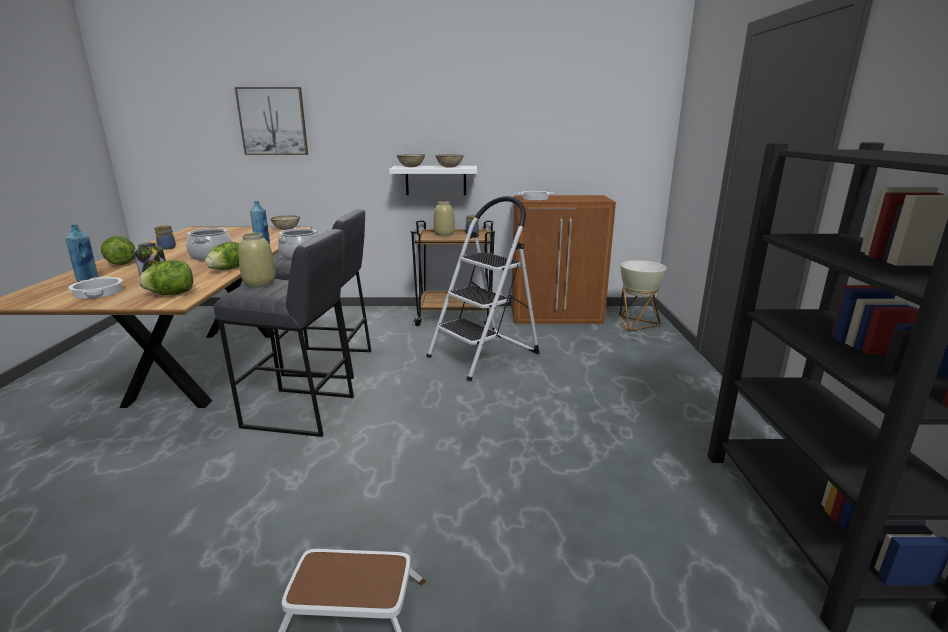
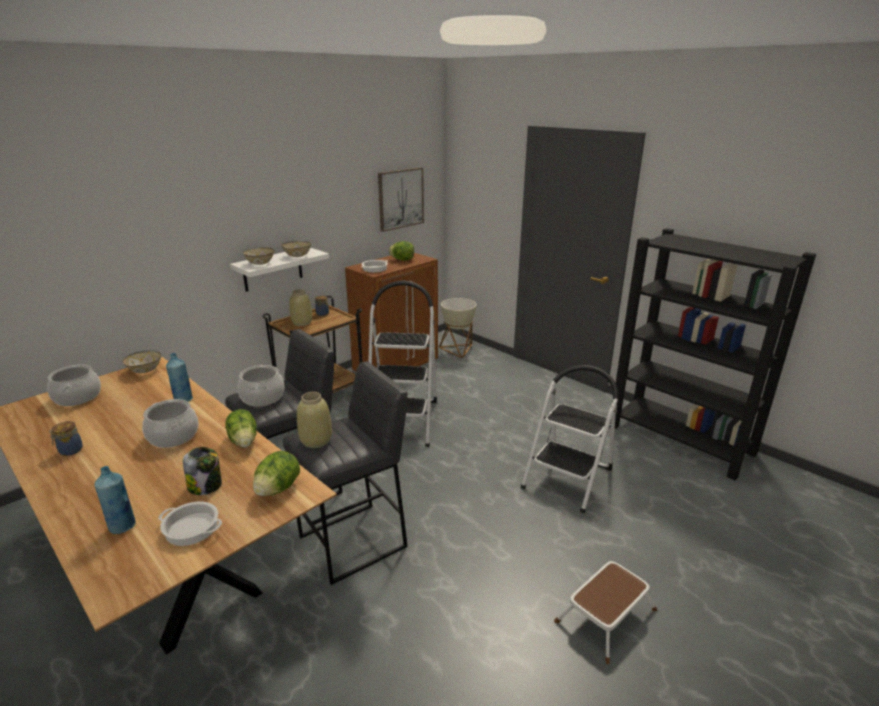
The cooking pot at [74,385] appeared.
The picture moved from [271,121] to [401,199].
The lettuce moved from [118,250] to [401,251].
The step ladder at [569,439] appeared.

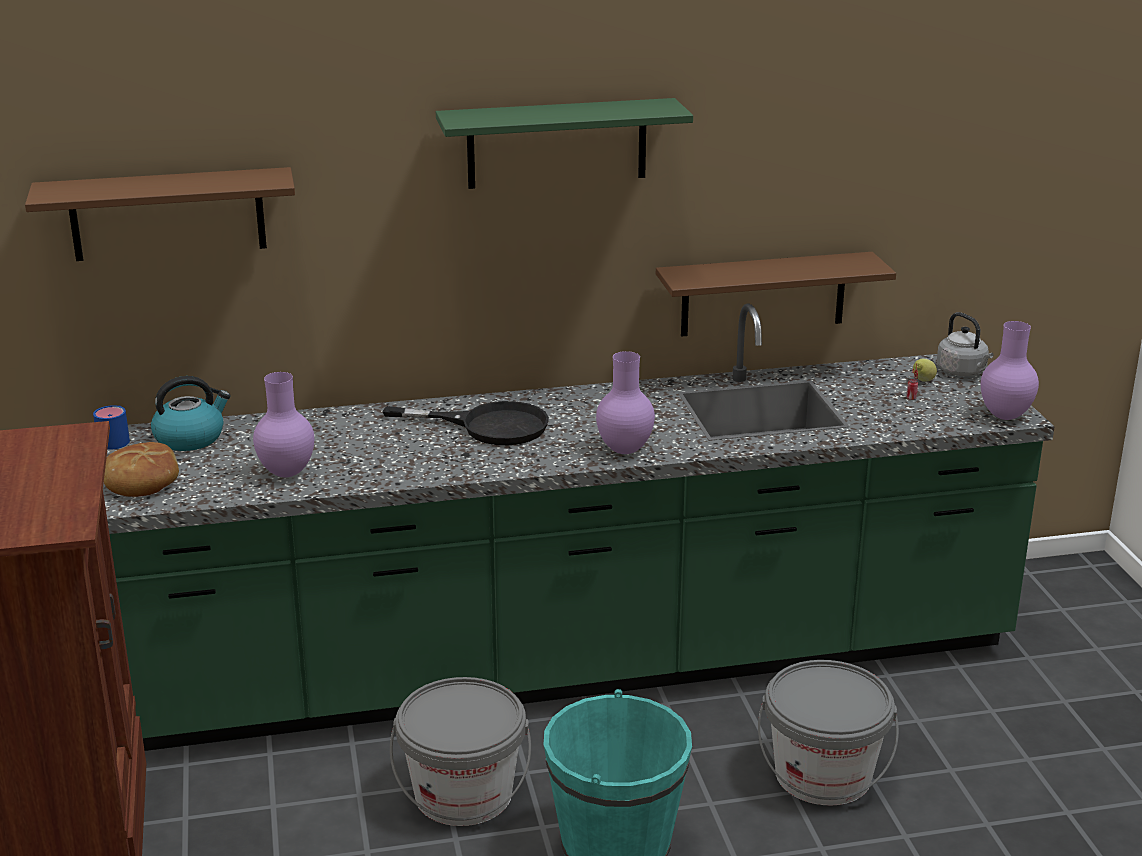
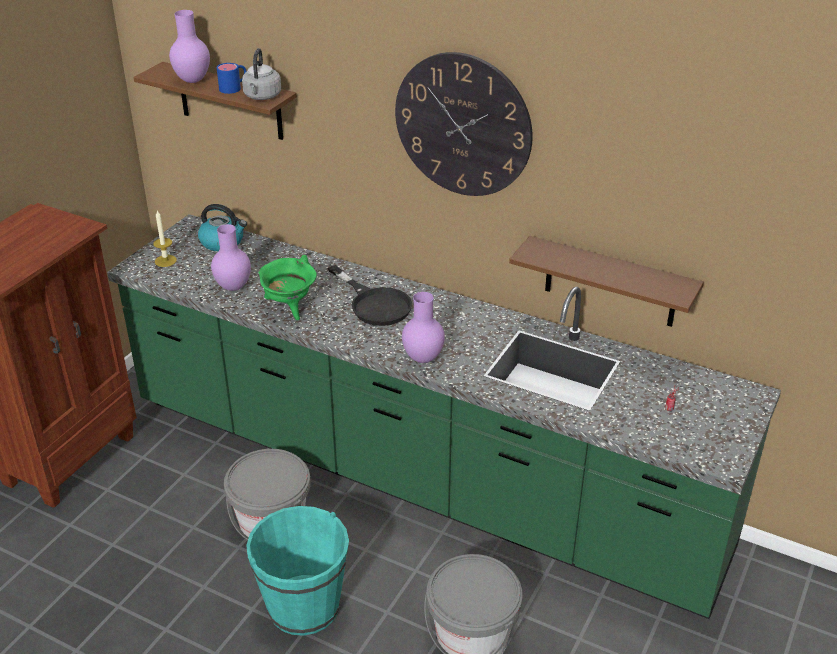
The bread at [141,469] was replaced by the candle at [165,239].
The purple vase moved from [1010,370] to [189,46].
The blue mug moved from [111,427] to [231,78].
The grey kettle moved from [965,344] to [261,74].
The green cooking pot at [287,287] appeared.
The green shelf at [564,143] was replaced by the wall clock at [464,124].
The lemon at [925,370] disappeared.

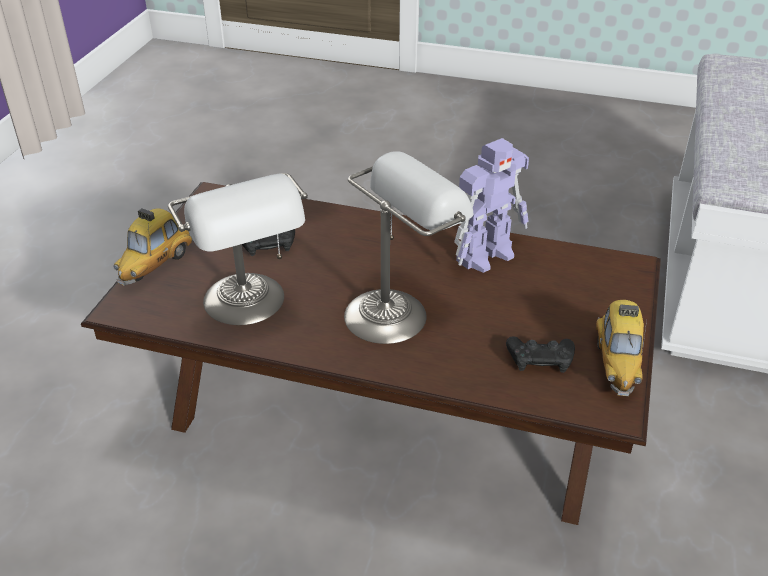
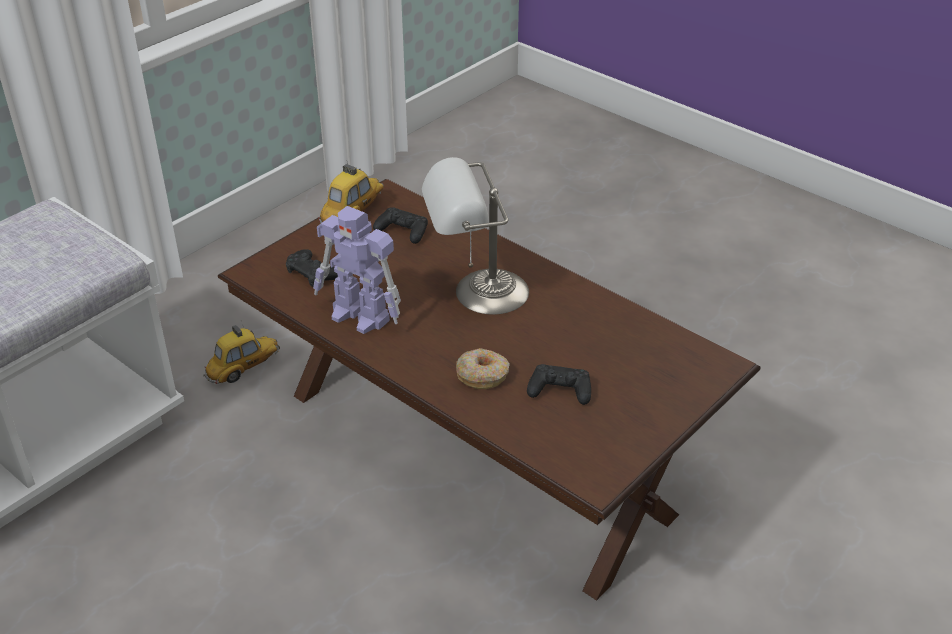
The toy car moved from [153,247] to [241,352].
The black game controller at [312,268] appeared.
The toy robot at [491,205] turned 135 degrees counterclockwise.
The donut at [483,368] appeared.
The white table lamp at [238,249] disappeared.

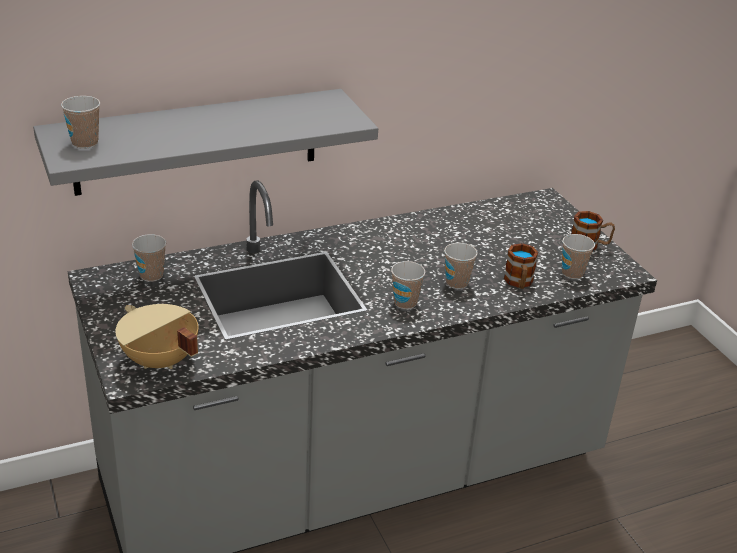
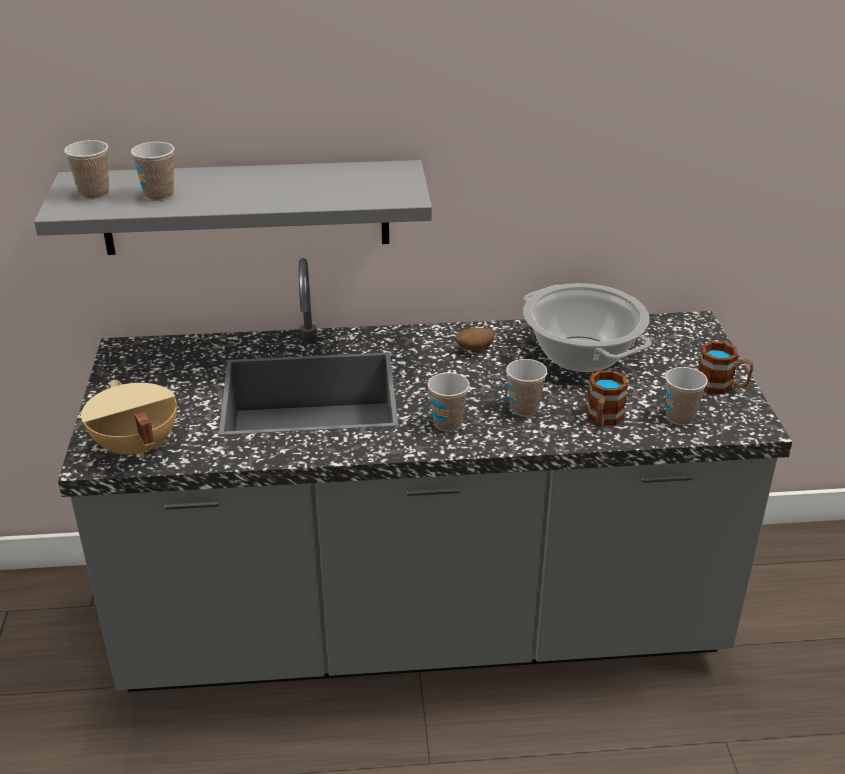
The cup moved from [149,258] to [152,171].
The potato at [475,339] appeared.
The cooking pot at [587,328] appeared.

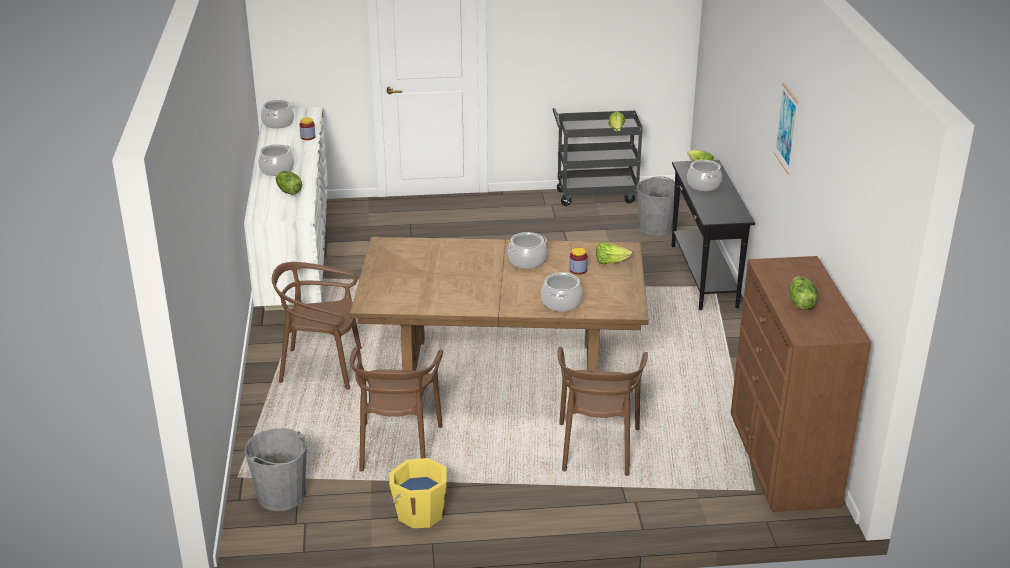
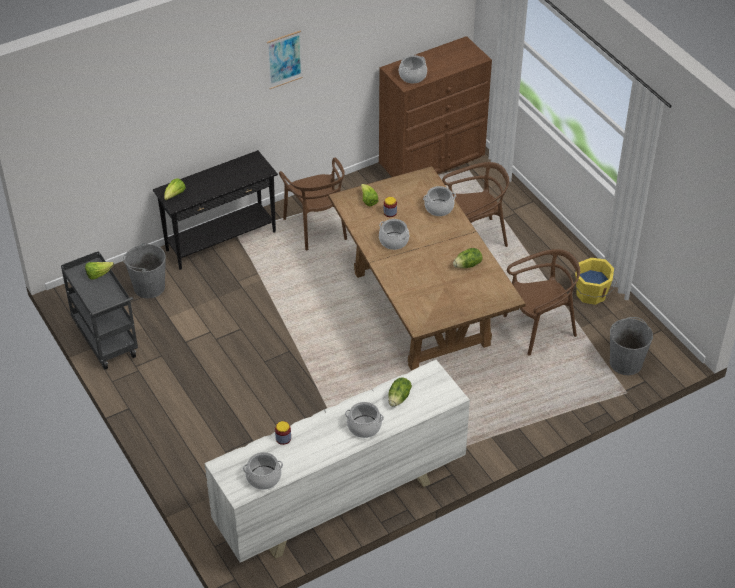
The brown chair moved from [317,326] to [313,204].
The cooking pot moved from [704,175] to [413,69].
The lettuce moved from [803,293] to [468,258].

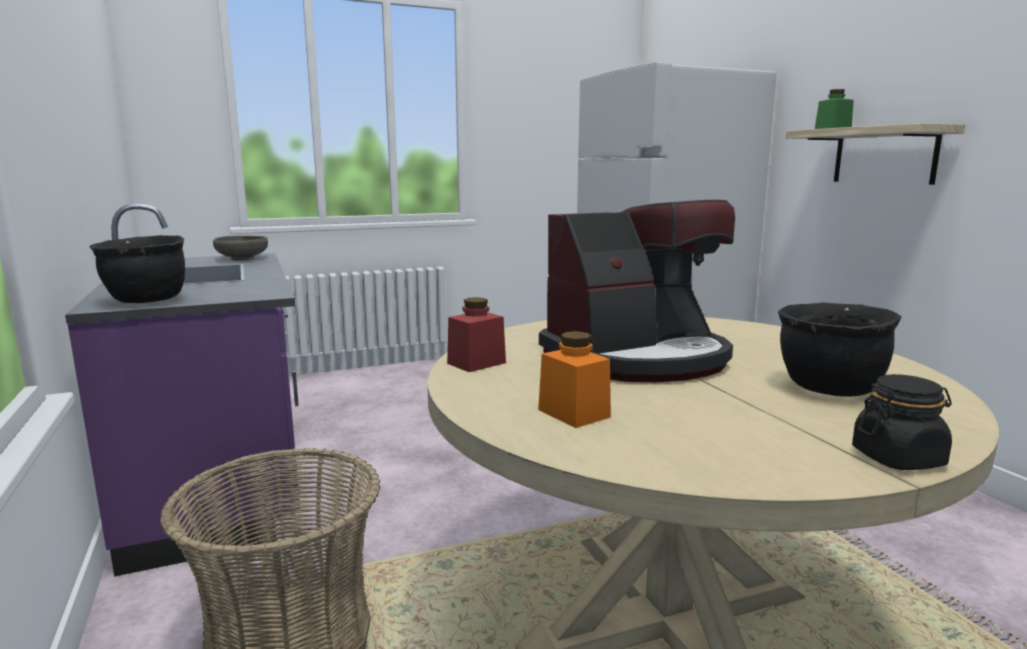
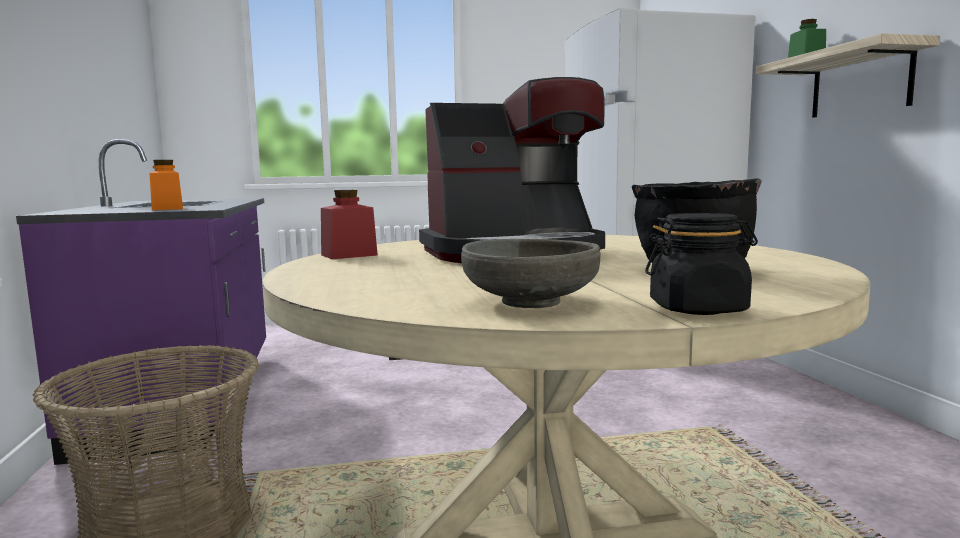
The orange jar moved from [574,379] to [166,185].
The grey bowl moved from [240,248] to [530,273].
The black cooking pot at [137,269] disappeared.

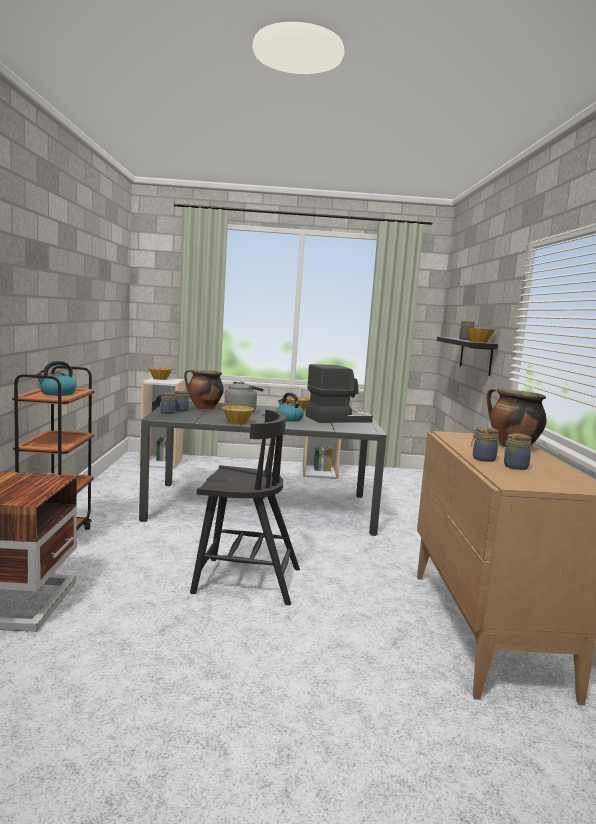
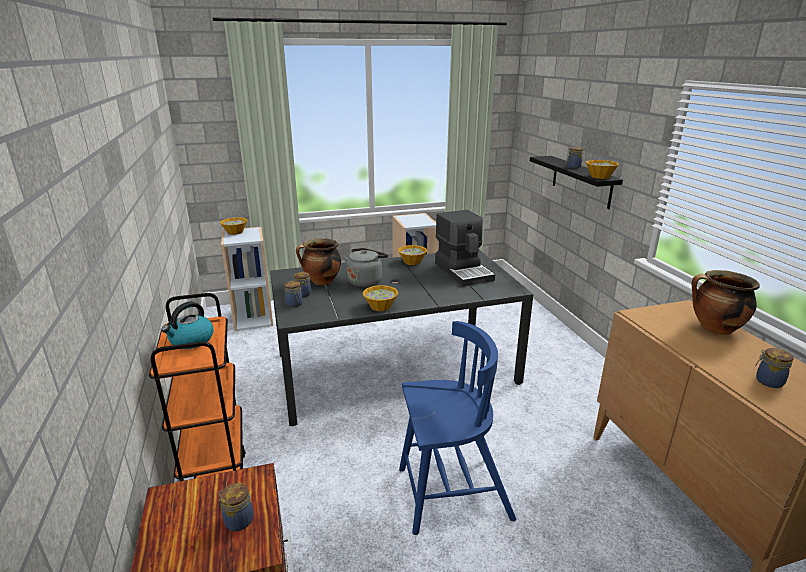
The jar moved from [485,444] to [236,507].
The black chair at [245,507] became the blue chair at [457,428].
The coffee machine at [339,393] turned 105 degrees clockwise.
The kettle at [290,407] disappeared.

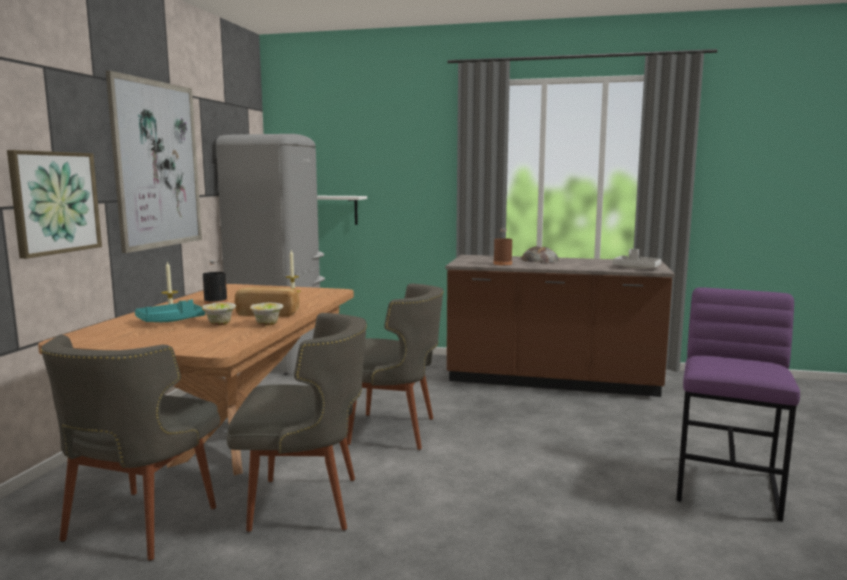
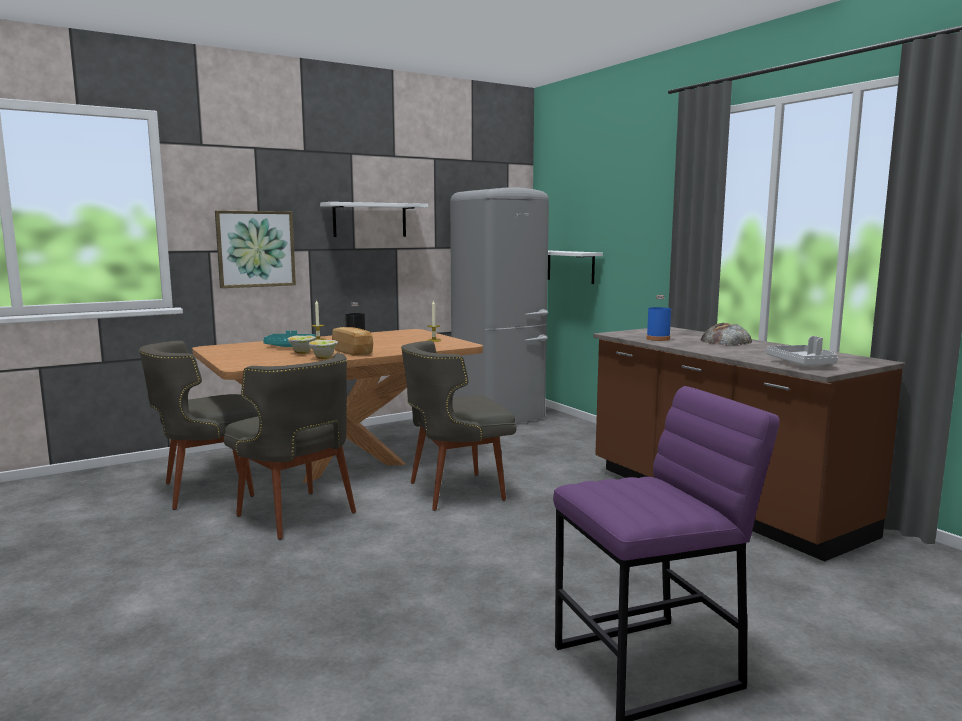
The picture at [154,162] was replaced by the white shelf at [374,219].
The grey chair at [395,366] turned 105 degrees clockwise.
The brown bottle at [502,246] became the blue bottle at [659,318].

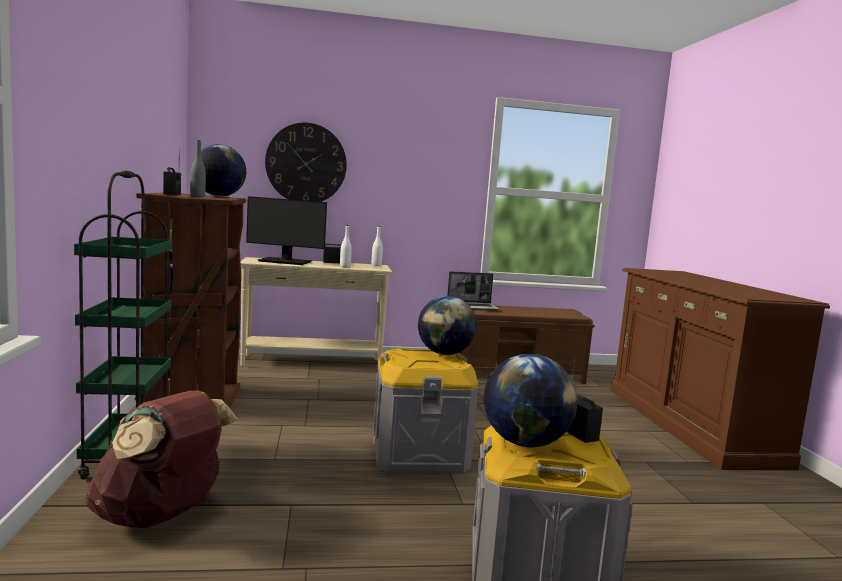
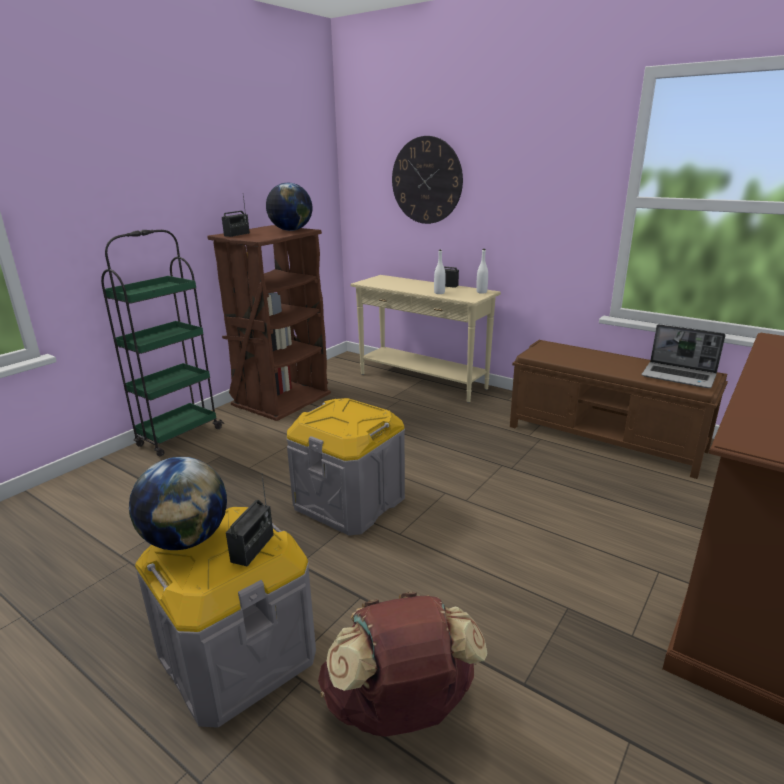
The brown backpack moved from [162,459] to [403,664].
The laptop moved from [473,291] to [683,356].
The grey bottle at [198,168] disappeared.
The monitor at [286,230] disappeared.
The globe at [447,325] disappeared.

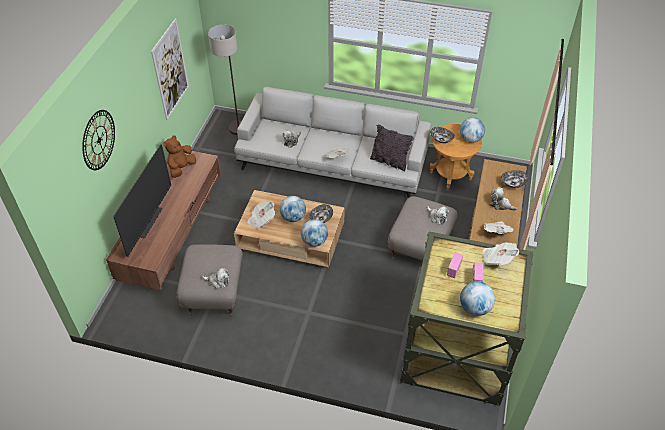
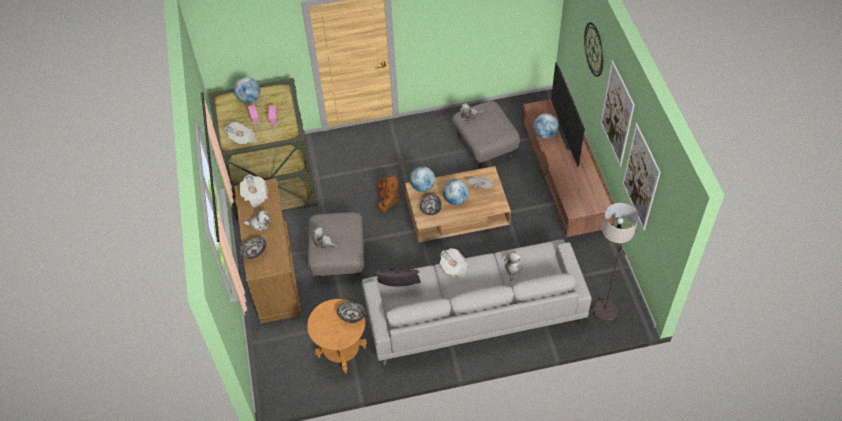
The brown plush toy moved from [179,156] to [388,193].
The globe moved from [472,130] to [546,125].
The picture at [617,113] appeared.

